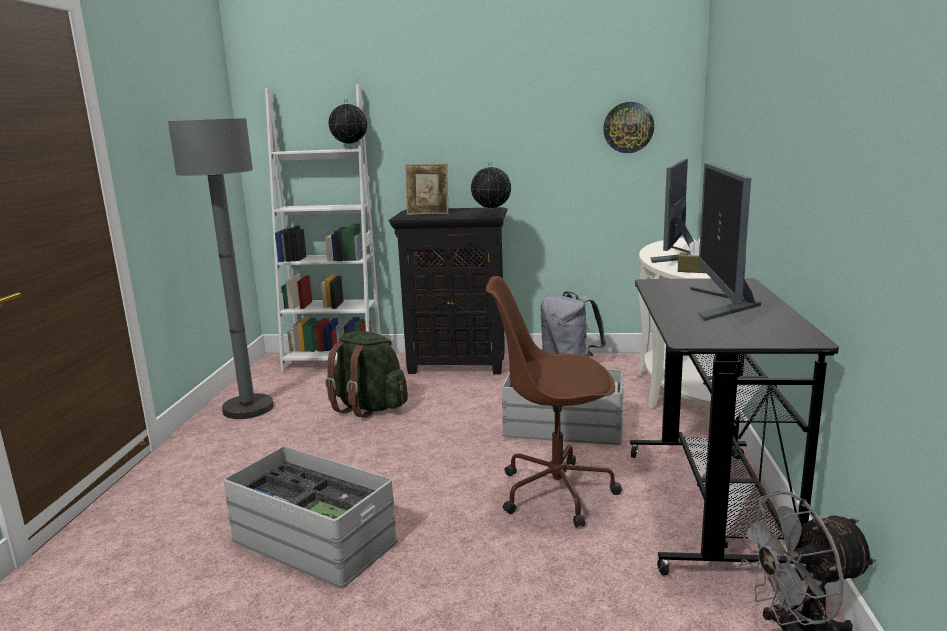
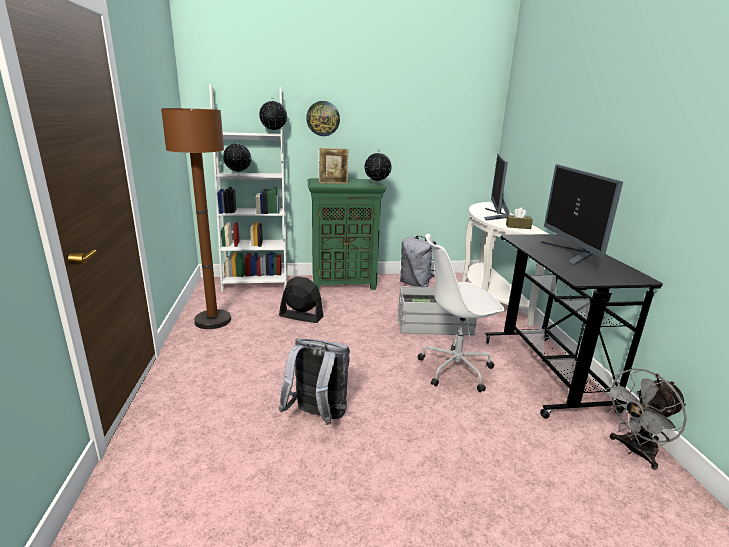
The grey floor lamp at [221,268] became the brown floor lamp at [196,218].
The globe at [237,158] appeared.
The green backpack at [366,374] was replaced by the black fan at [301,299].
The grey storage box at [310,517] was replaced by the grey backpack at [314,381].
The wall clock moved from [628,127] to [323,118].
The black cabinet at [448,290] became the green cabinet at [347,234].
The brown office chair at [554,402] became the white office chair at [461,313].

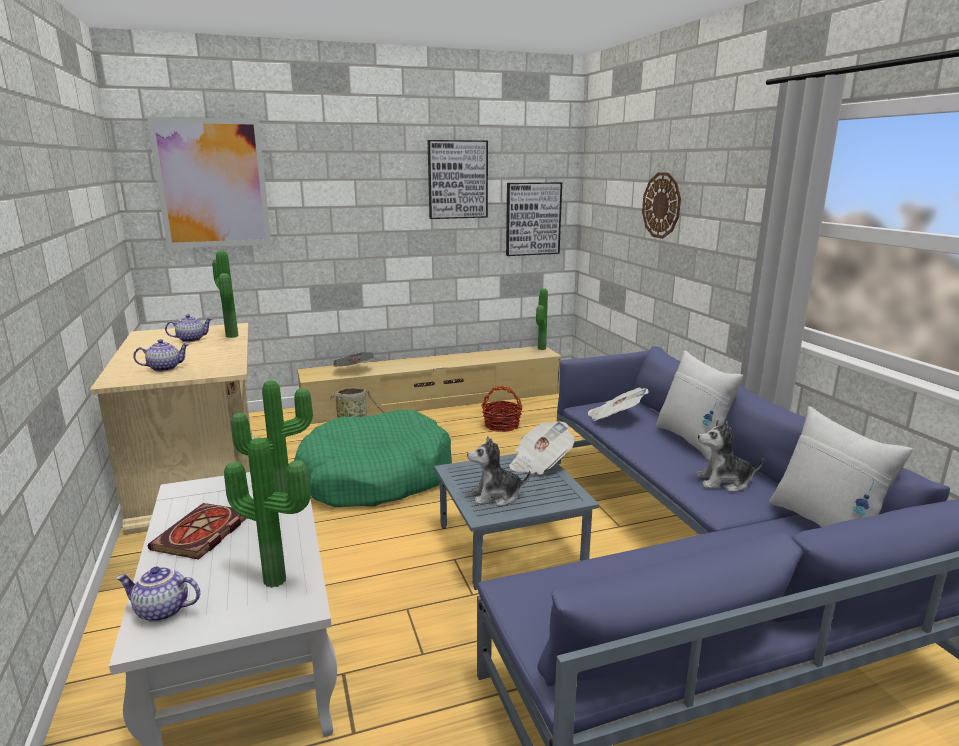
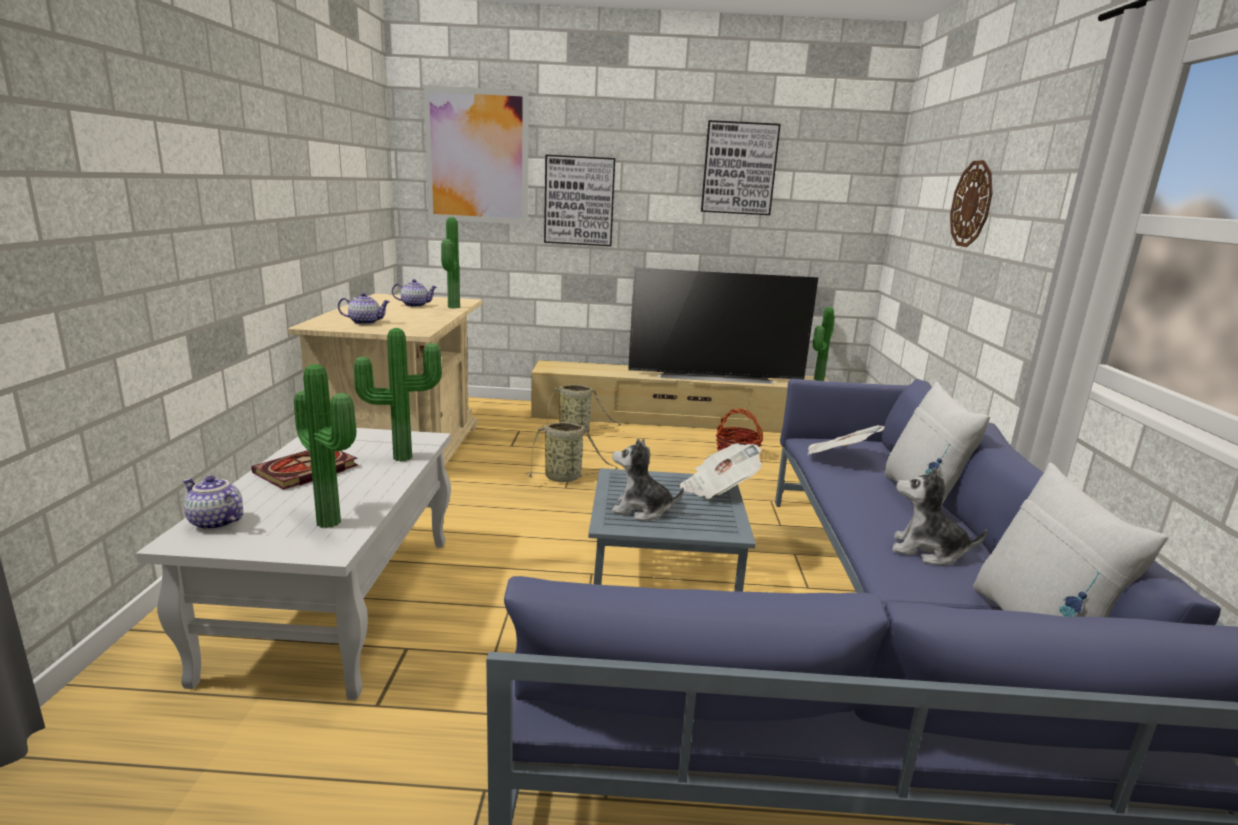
The green dog bed at [373,458] was replaced by the basket at [571,452].
The picture moved from [534,219] to [579,200].
The television at [723,326] appeared.
The newspaper at [353,359] disappeared.

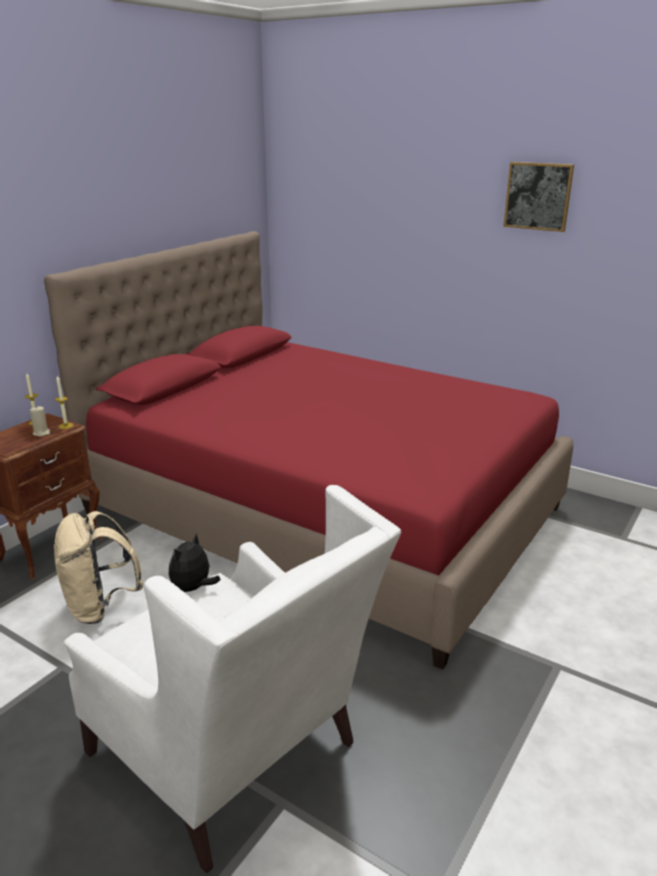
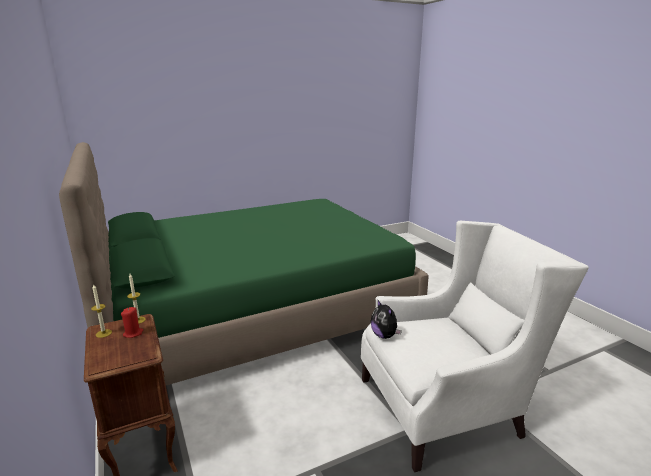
The red bed at [308,450] became the green bed at [244,263].
The beige candle at [40,421] became the red candle at [132,322].
The beige backpack at [98,567] disappeared.
The picture at [538,197] disappeared.

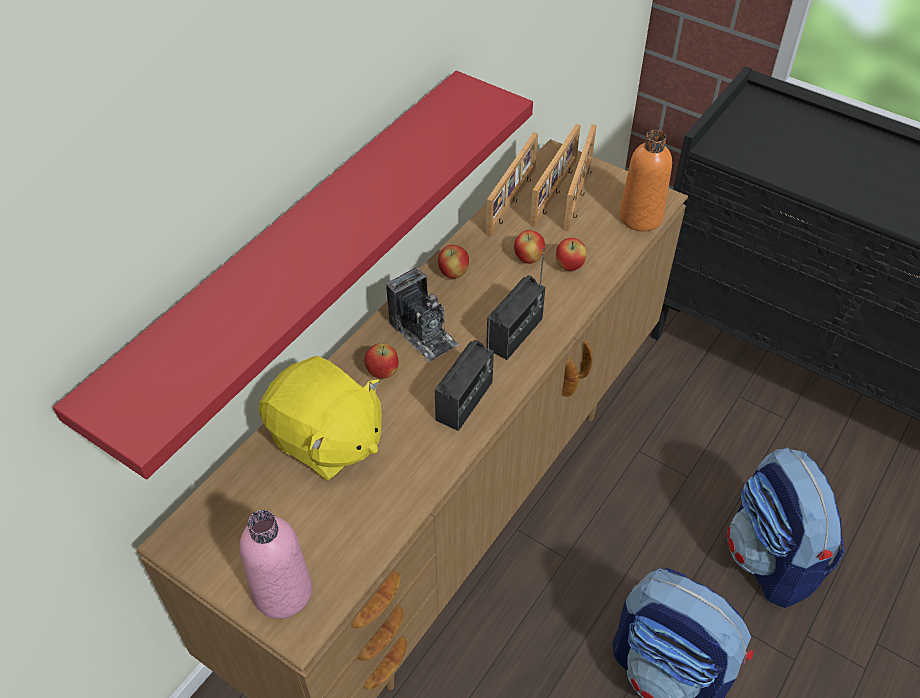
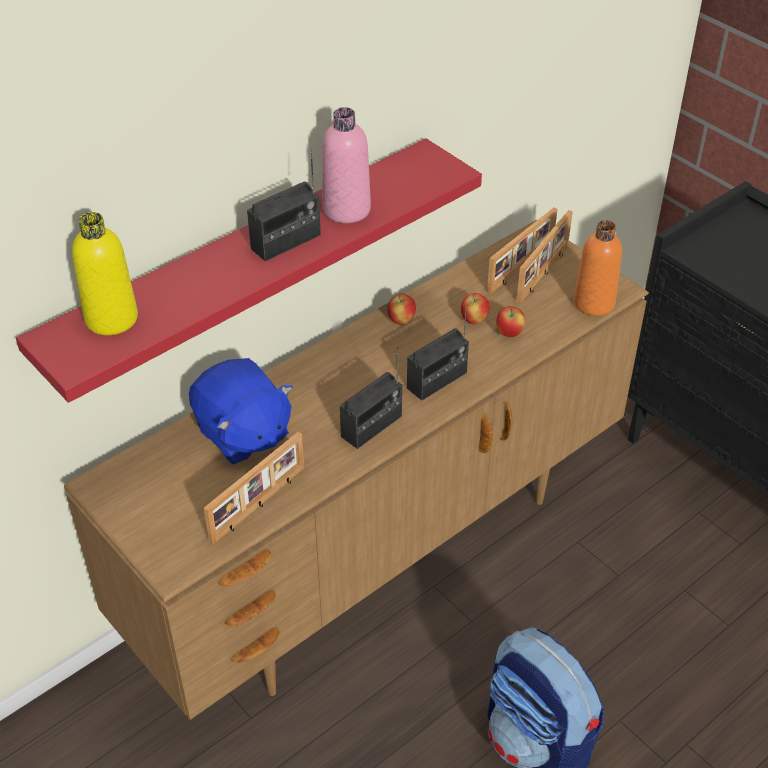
The yellow bottle at [105,273] appeared.
The yellow plush toy at [320,418] became the blue plush toy at [241,411].
The picture frame moved from [512,184] to [254,488].
The radio at [284,205] appeared.
The pink bottle moved from [276,564] to [346,165].
The apple at [381,361] disappeared.
The photo camera at [422,315] disappeared.
The backpack at [786,528] disappeared.

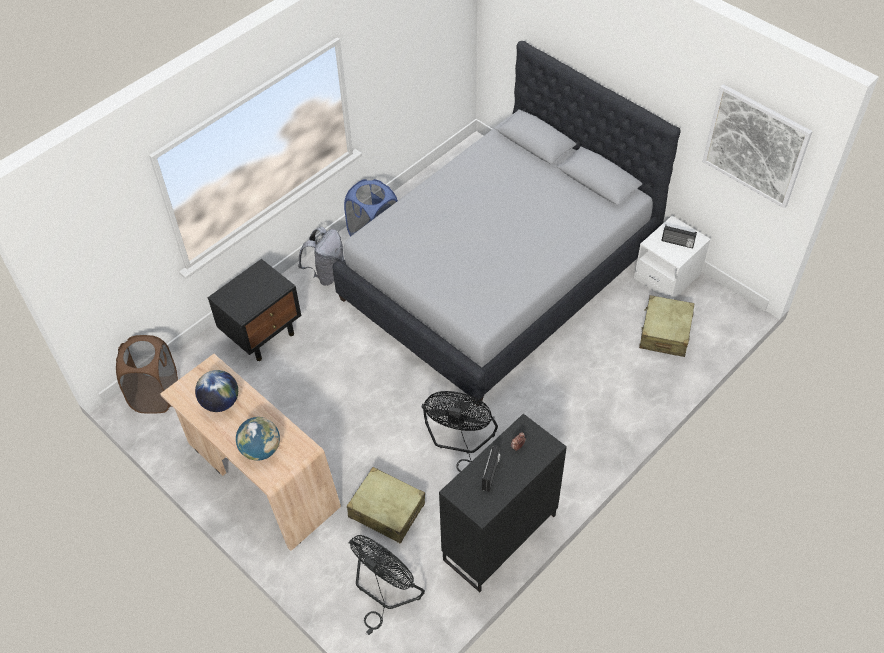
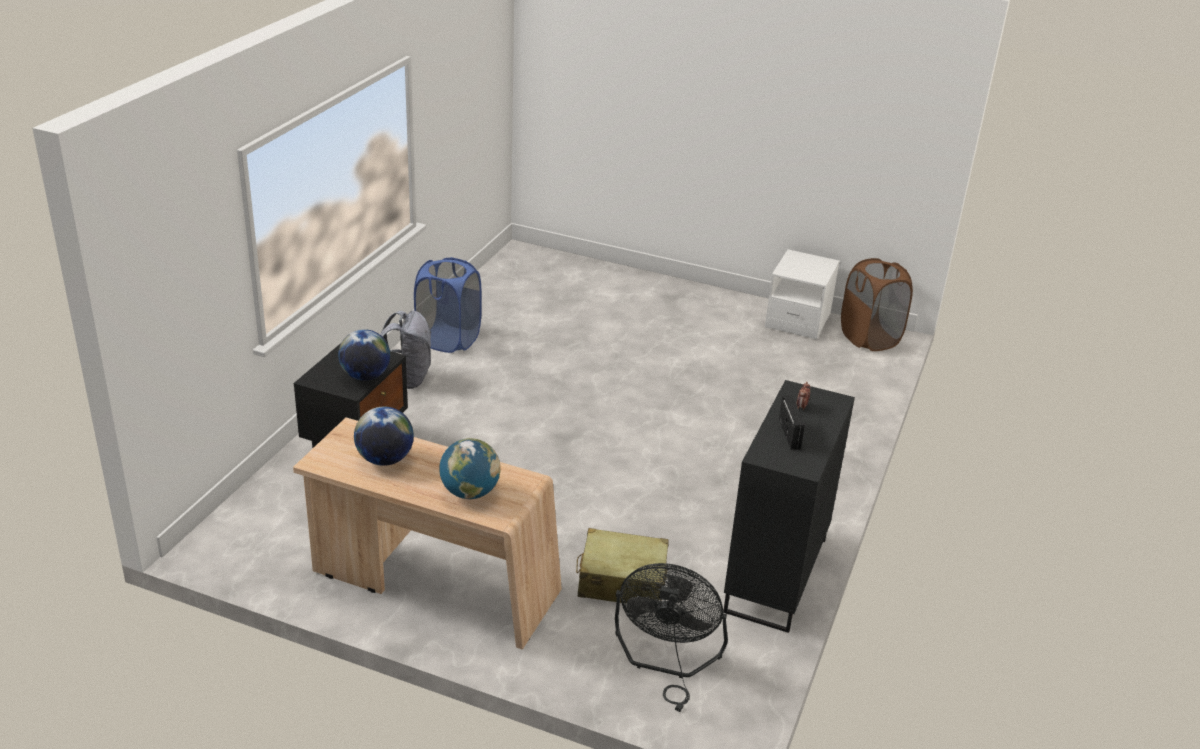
The globe at [364,355] appeared.
The brown laundry basket moved from [147,374] to [877,304].
The grey bed at [506,223] disappeared.
The black fan at [460,431] disappeared.
The beige suitcase at [666,326] disappeared.
The radio at [679,237] disappeared.
The picture at [757,146] disappeared.

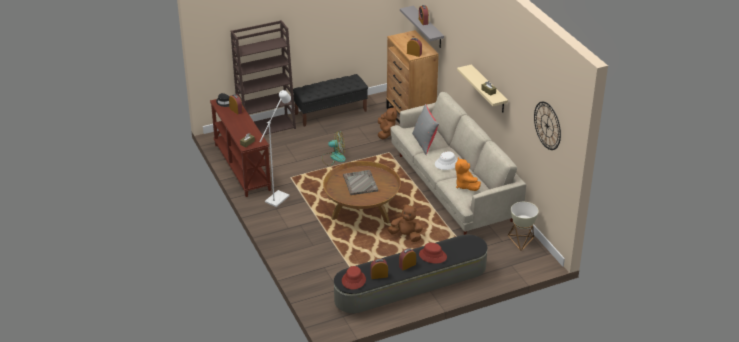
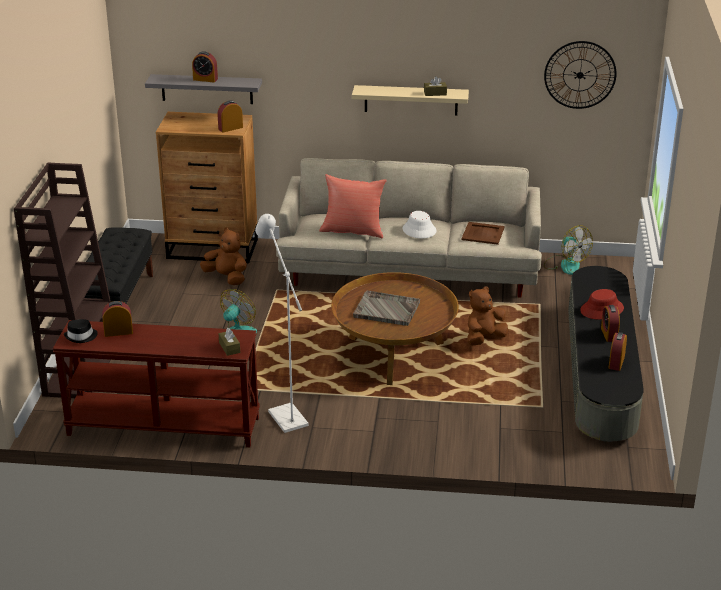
The grey pillow at [425,129] became the red pillow at [353,206].
The orange plush toy at [468,174] was replaced by the brown tray at [483,233].
The planter at [523,226] was replaced by the fan at [568,250].
The red hat at [354,277] disappeared.

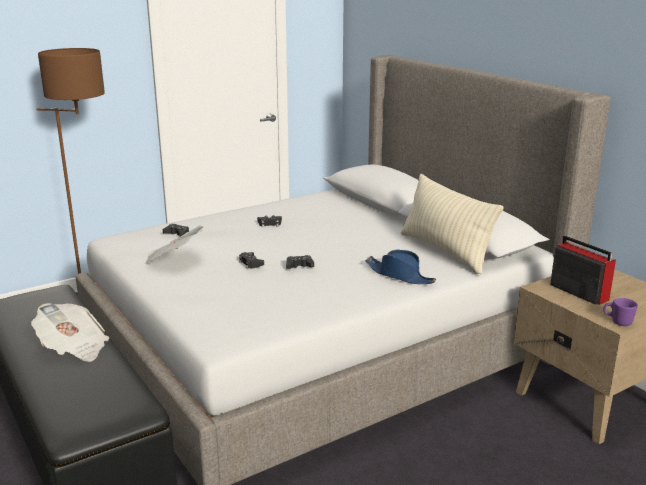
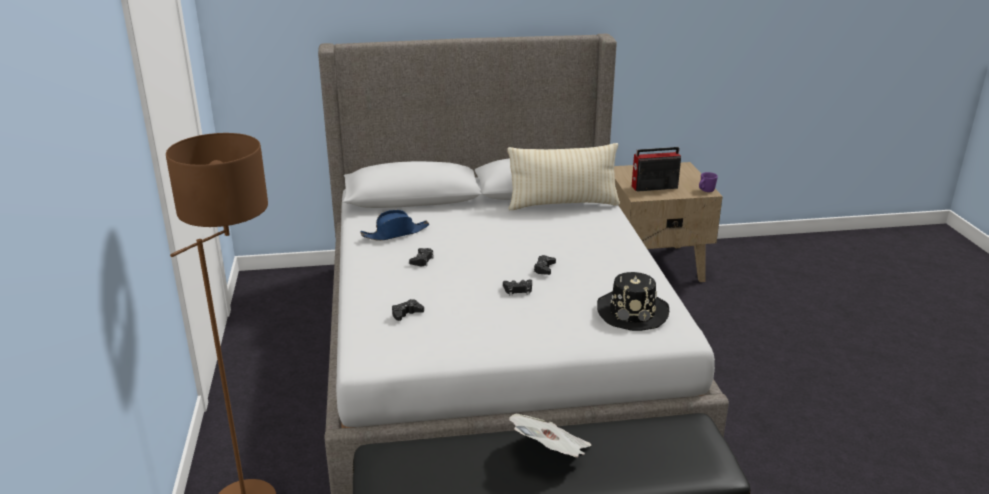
The blue hat moved from [400,267] to [395,225].
The black hat at [633,301] appeared.
The newspaper at [174,244] disappeared.

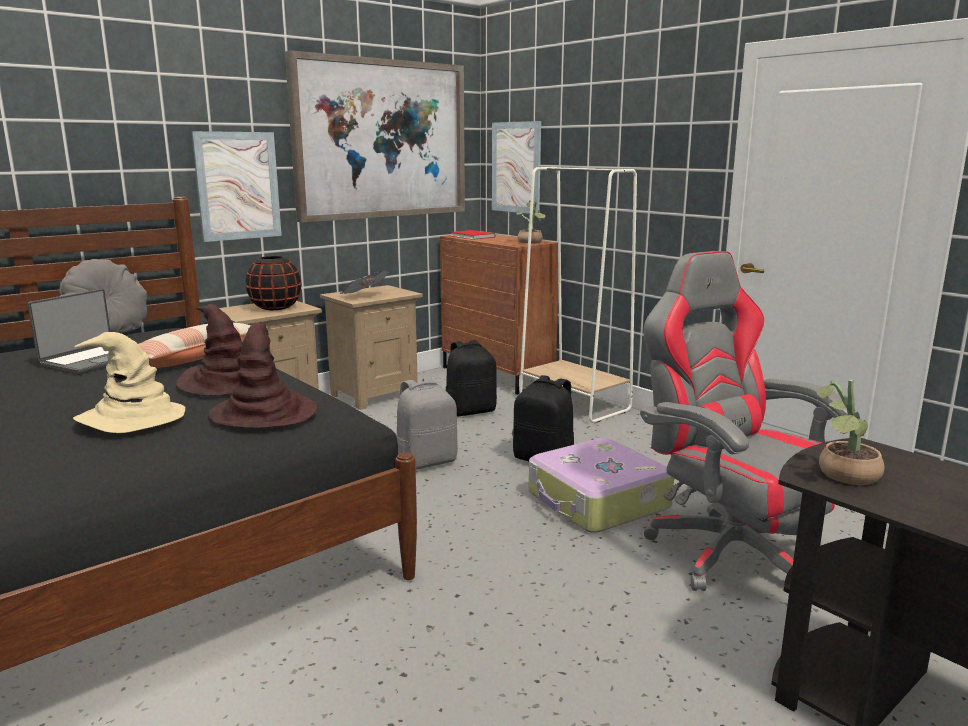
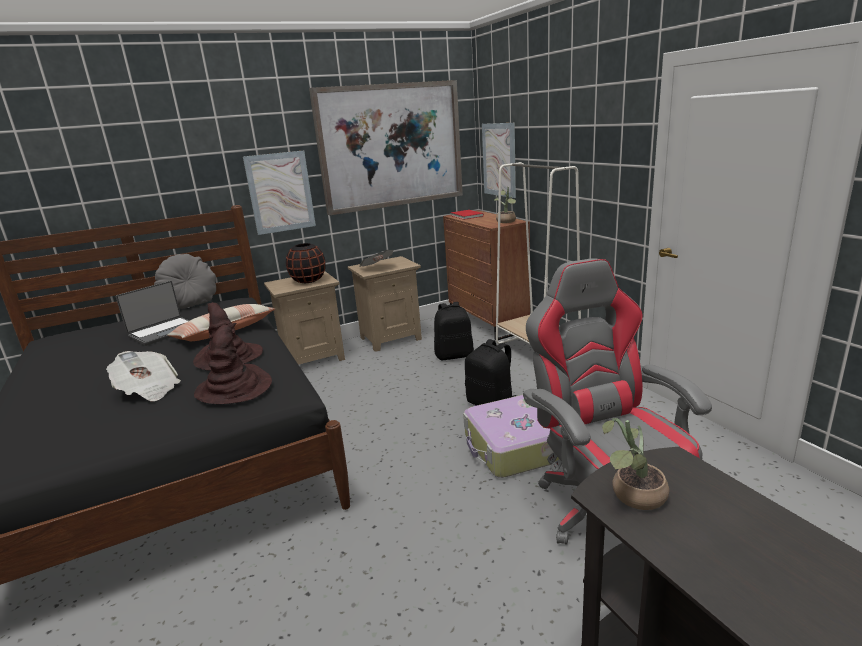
The beige hat at [129,382] was replaced by the newspaper at [143,376].
The grey backpack at [427,423] disappeared.

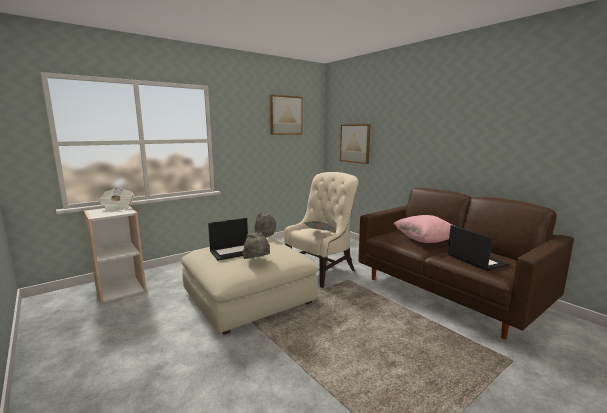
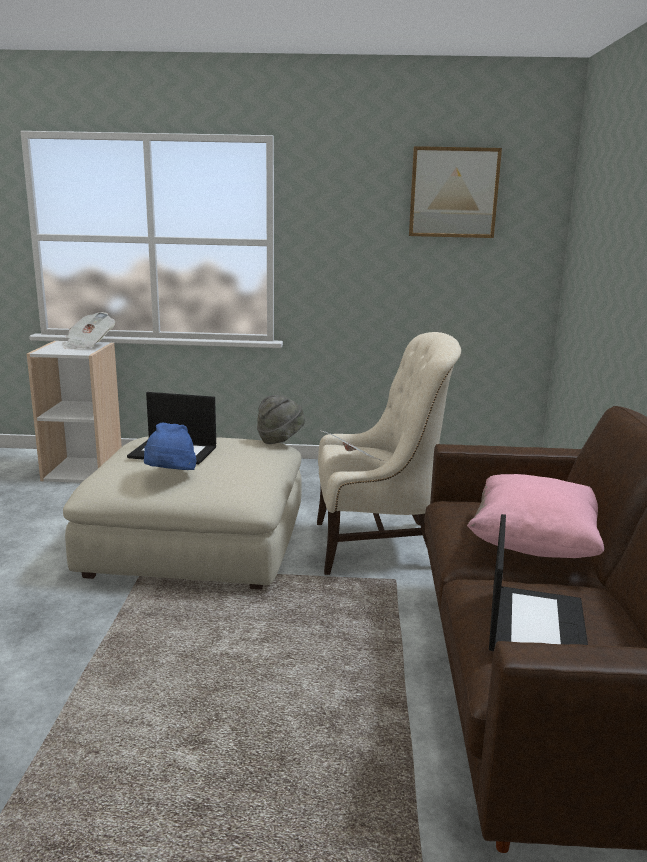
The grey hat at [256,245] became the blue hat at [170,446].
The picture at [355,144] disappeared.

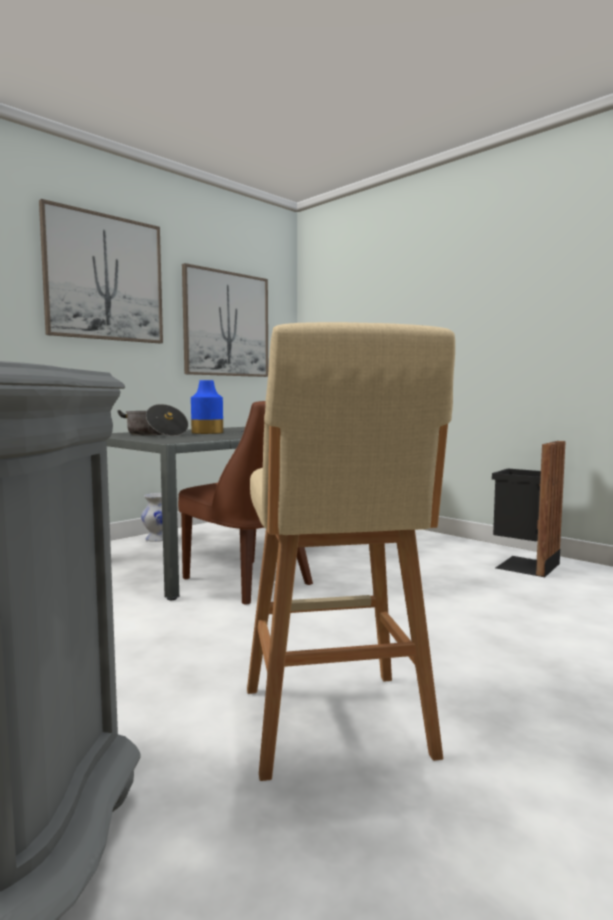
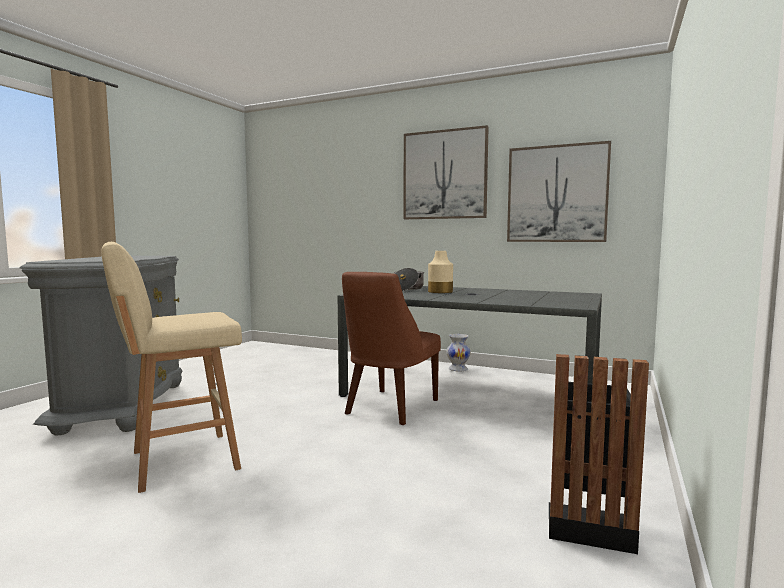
The blue vase at [207,407] became the beige vase at [440,272].

